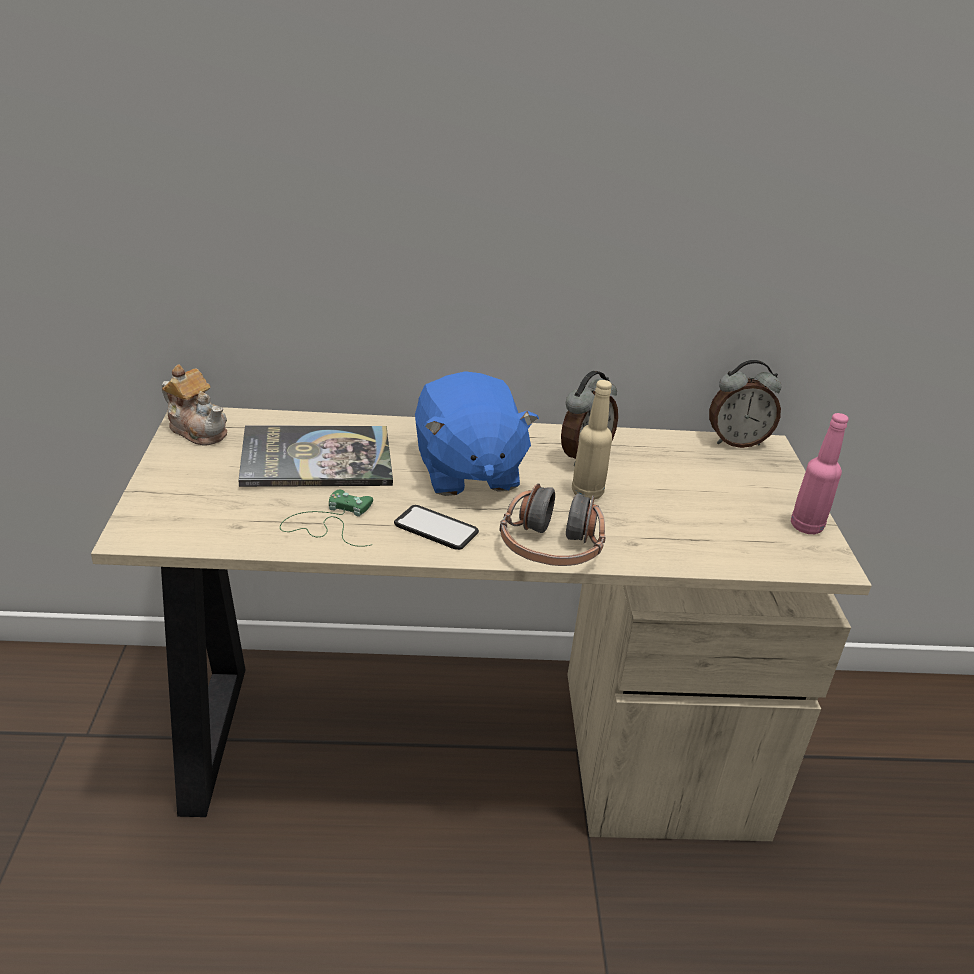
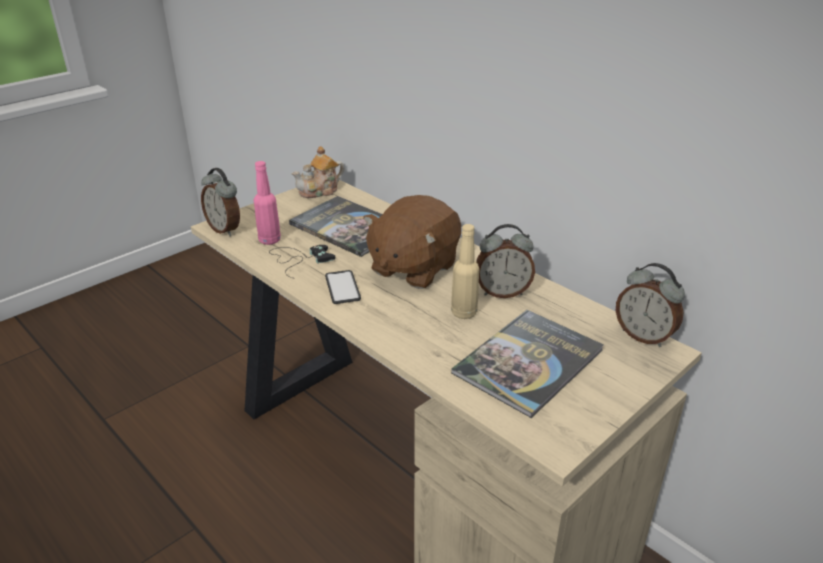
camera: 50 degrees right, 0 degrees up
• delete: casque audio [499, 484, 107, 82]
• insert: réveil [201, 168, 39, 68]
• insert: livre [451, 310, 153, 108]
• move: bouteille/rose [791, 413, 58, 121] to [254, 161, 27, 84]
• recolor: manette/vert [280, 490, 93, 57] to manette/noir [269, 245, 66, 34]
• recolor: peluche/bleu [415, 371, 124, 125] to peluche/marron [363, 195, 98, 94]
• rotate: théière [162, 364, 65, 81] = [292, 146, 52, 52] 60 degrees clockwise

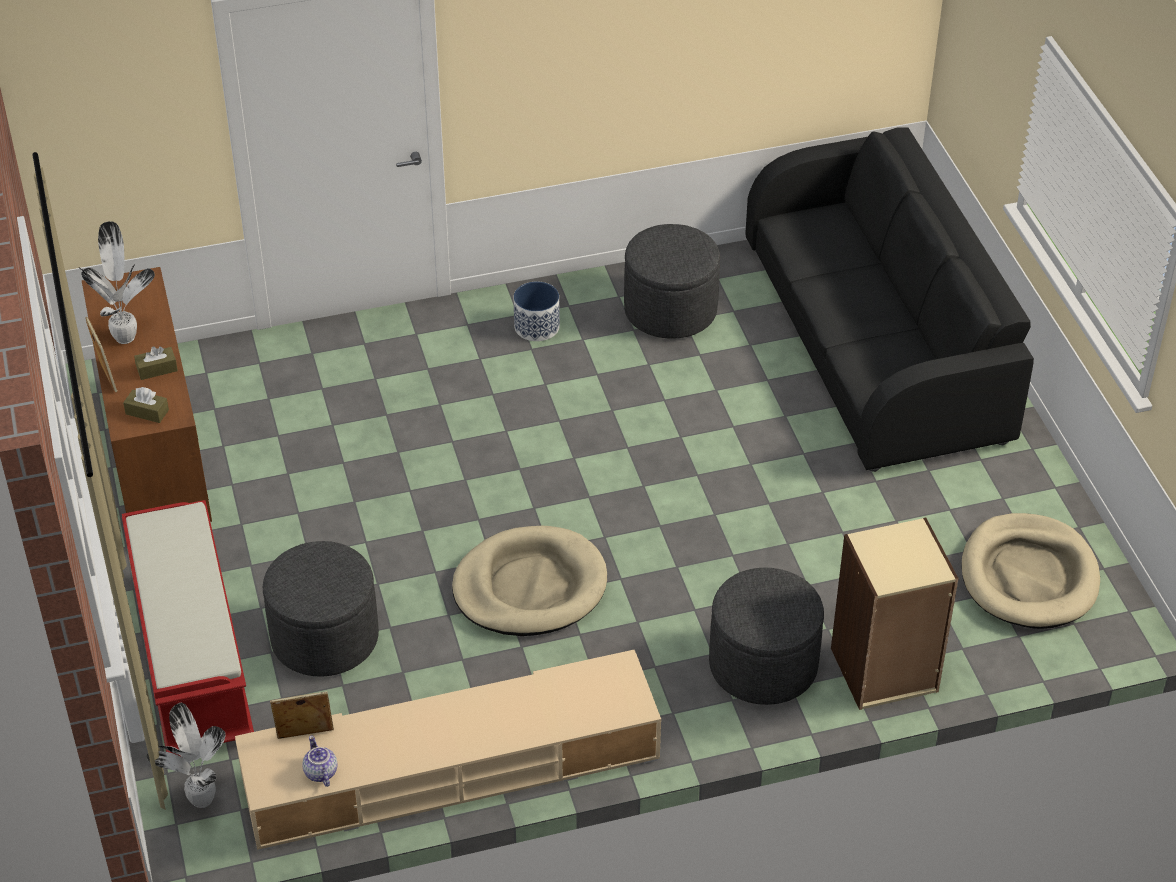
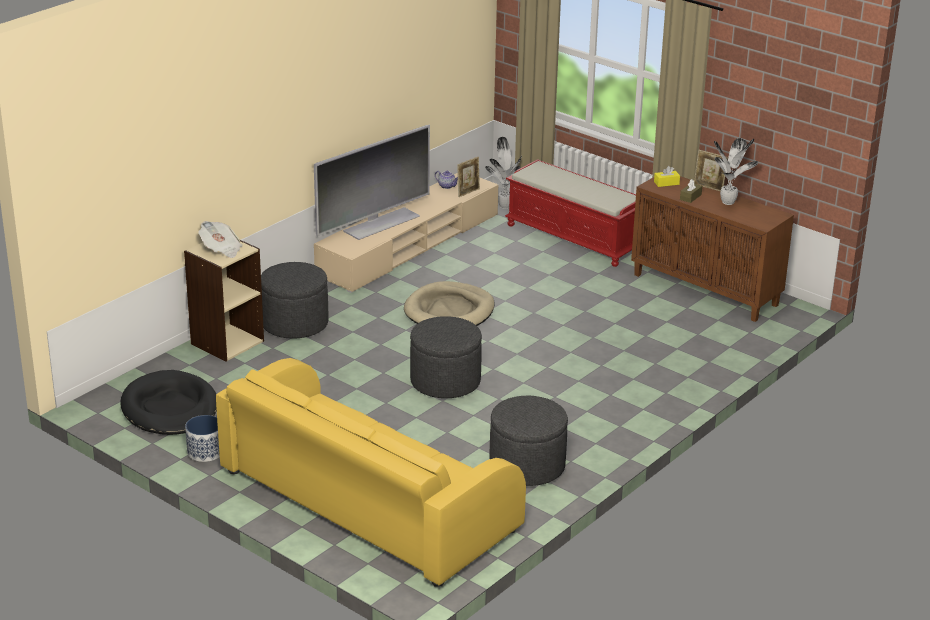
camera: 145 degrees right, 15 degrees down
• insert: journal [198, 221, 45, 37]
• insert: téléviseur [314, 125, 116, 115]
• move: pouf/gris [263, 541, 116, 135] to [410, 316, 72, 82]
• move: cache-pot [514, 282, 46, 59] to [185, 415, 35, 47]
• recolor: boîte à mouchoirs/marron [123, 387, 46, 36] to boîte à mouchoirs/jaune [654, 166, 26, 21]
• recolor: canapé/noir [745, 127, 289, 345] to canapé/jaune [216, 358, 310, 229]
• recolor: panier pour chien/beige [961, 513, 139, 116] to panier pour chien/noir [120, 370, 97, 65]

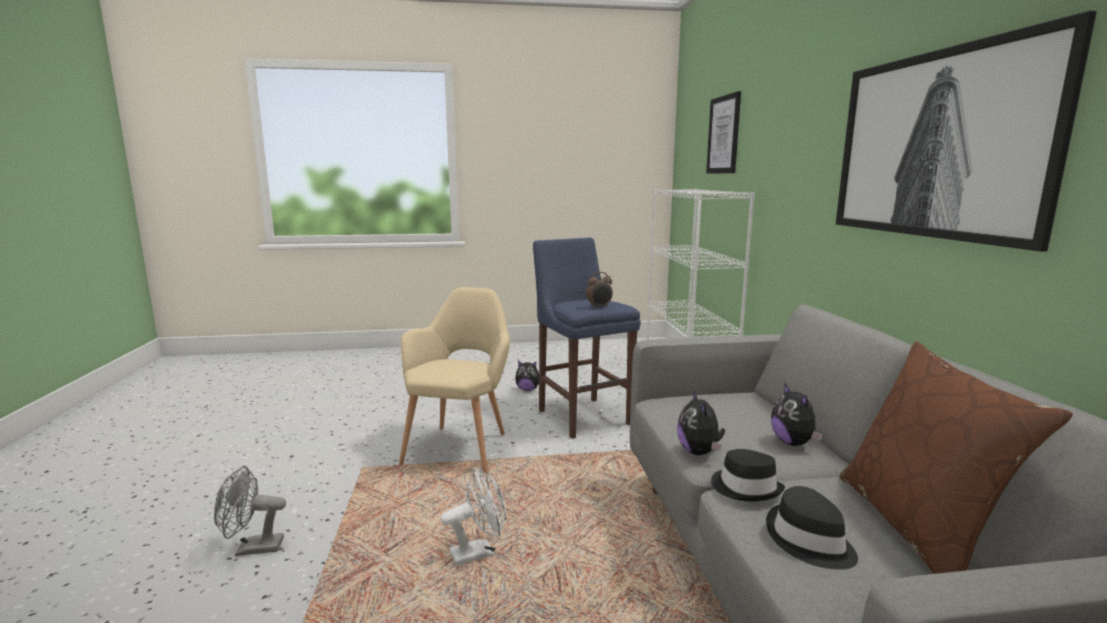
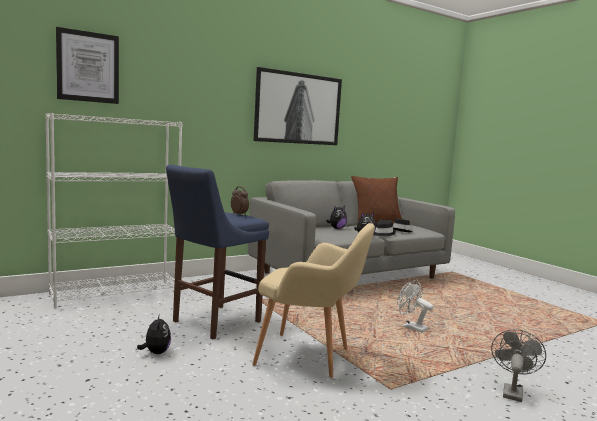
camera: 115 degrees left, 5 degrees down
• rotate: ventilateur/gris [214, 466, 72, 90] = [491, 329, 55, 73] 120 degrees counterclockwise
• rotate: fauteuil/beige [399, 287, 111, 187] = [252, 223, 123, 155] 150 degrees counterclockwise

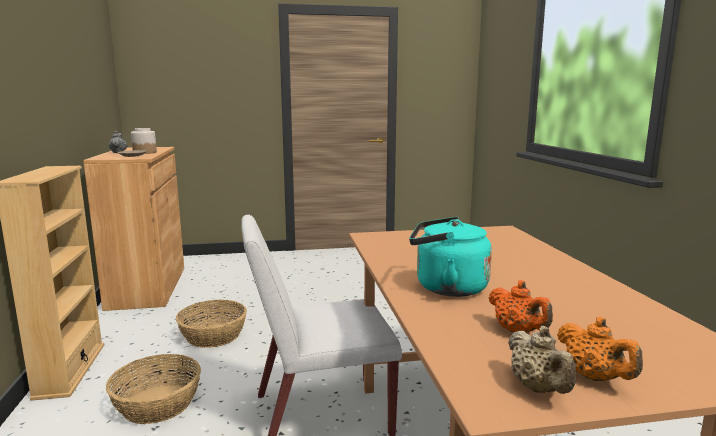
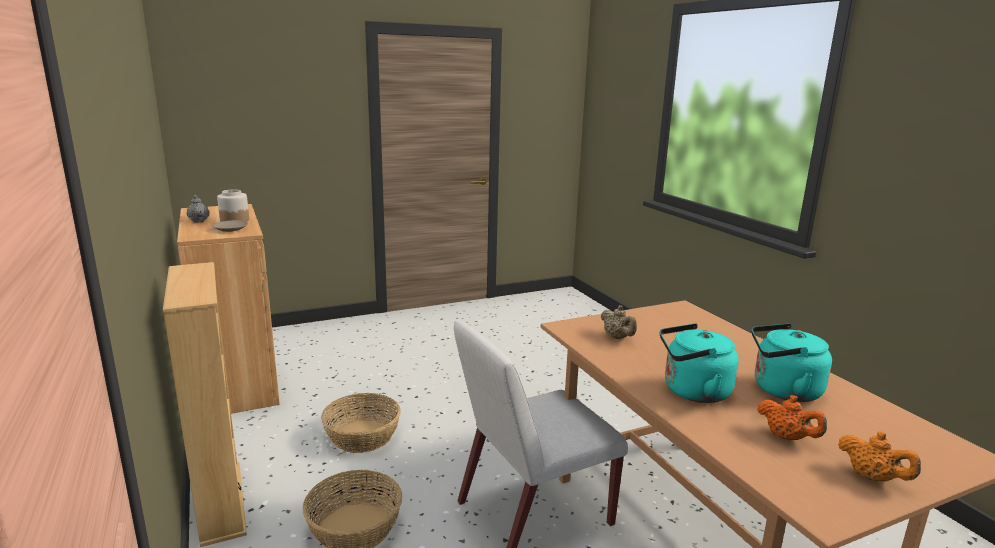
camera: 15 degrees left, 5 degrees up
• insert: bouilloire/turquoise [752, 323, 80, 79]
• move: théière/beige [508, 326, 68, 68] to [601, 305, 36, 34]

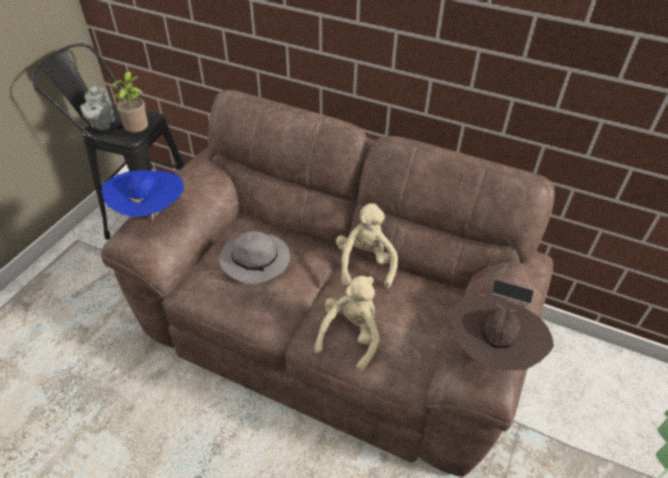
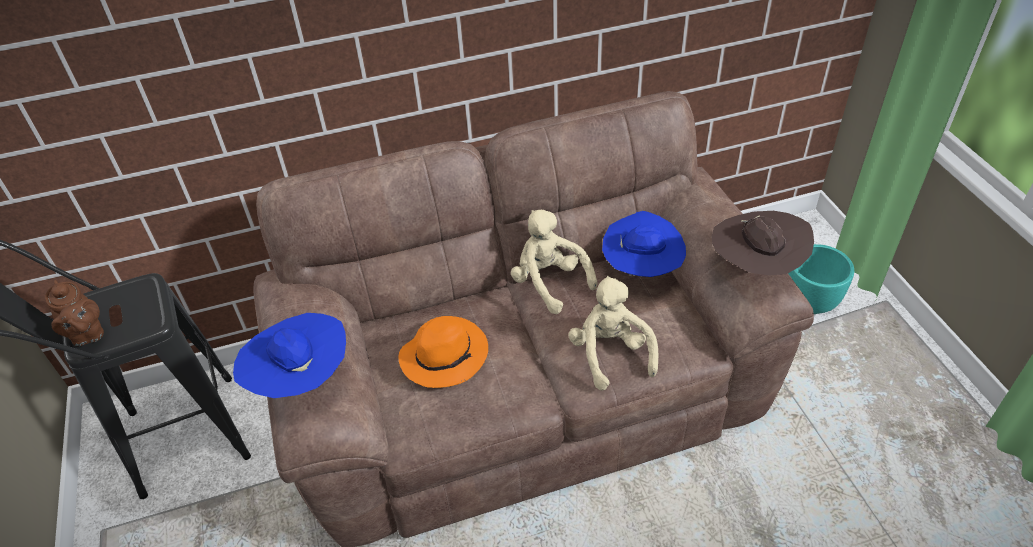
camera: 40 degrees left, 0 degrees up
• delete: plante en pot [111, 72, 37, 61]
• delete: téléphone [491, 280, 43, 25]
• insert: chapeau/bleu [602, 211, 84, 66]
• insert: cache-pot/turquoise [788, 244, 66, 70]
• recolor: théière/gris [80, 84, 35, 47] to théière/marron [45, 280, 59, 66]
• recolor: chapeau/gris [219, 231, 71, 53] to chapeau/orange [399, 316, 89, 72]

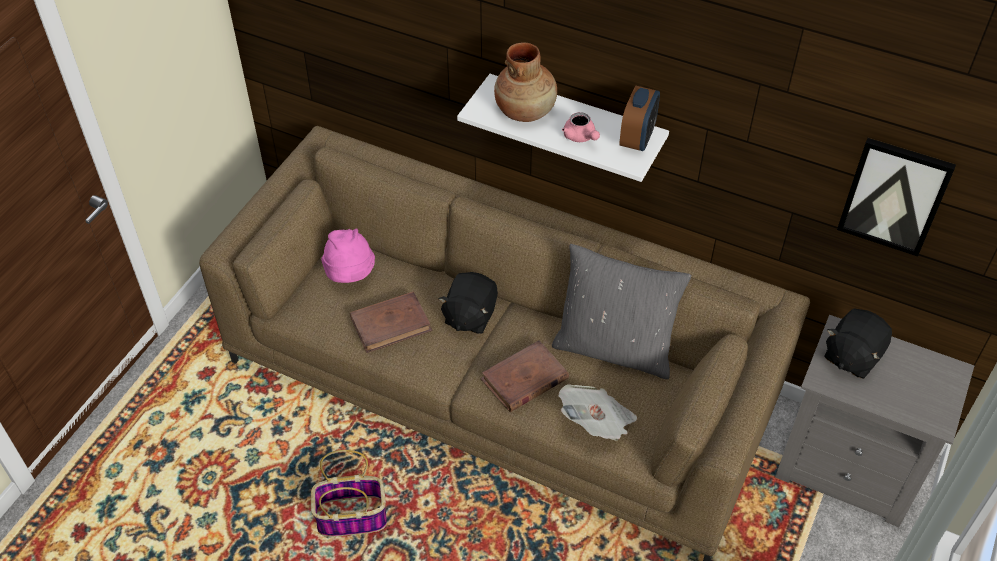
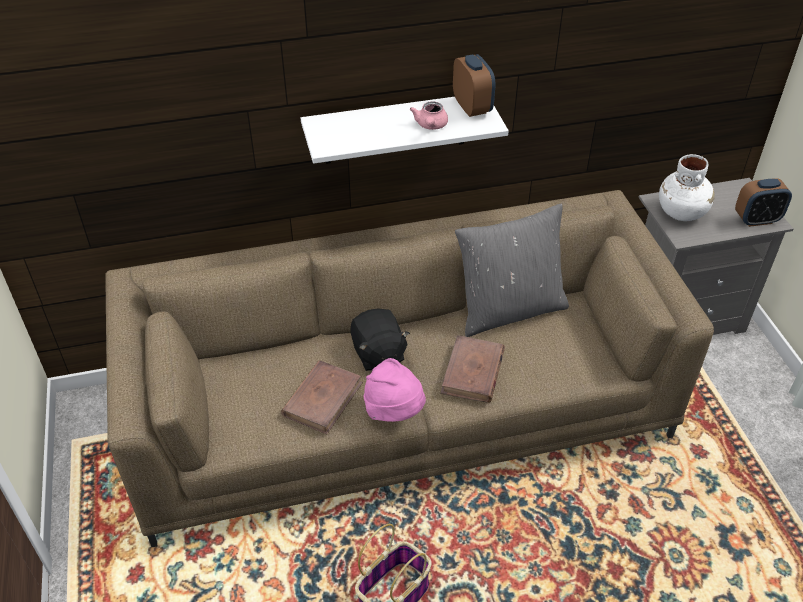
camera: 40 degrees left, 5 degrees down
• delete: vase/marron [494, 42, 63, 80]
• delete: journal [559, 384, 78, 57]
• delete: tableau [837, 138, 119, 119]
• insert: réveil [735, 178, 57, 49]
• move: chapeau/rose [321, 229, 54, 54] to [364, 358, 62, 64]
• replace: peluche/noir [824, 308, 68, 71] to vase/blanc [659, 154, 56, 67]
• rotate: théière/rose [562, 112, 38, 30] = [410, 101, 38, 29] 75 degrees clockwise

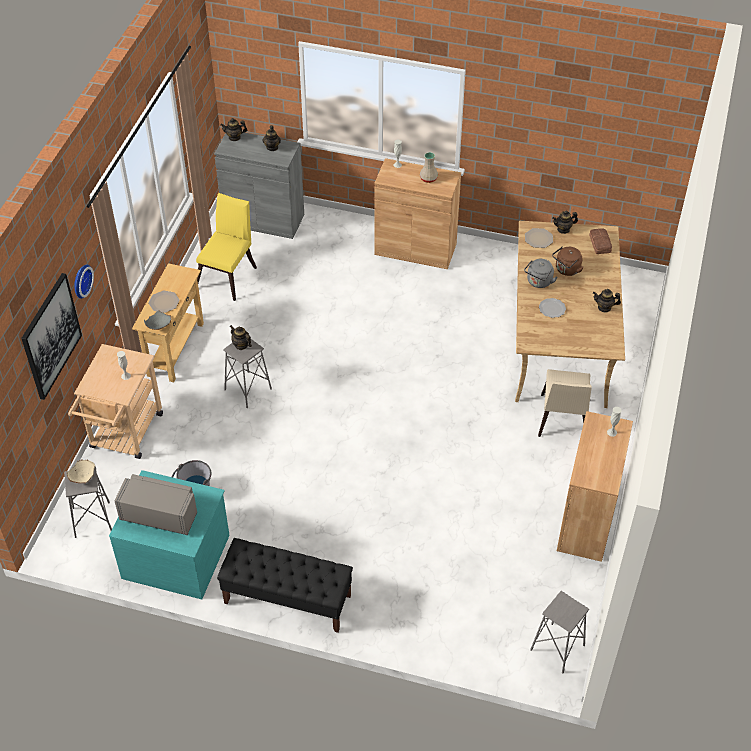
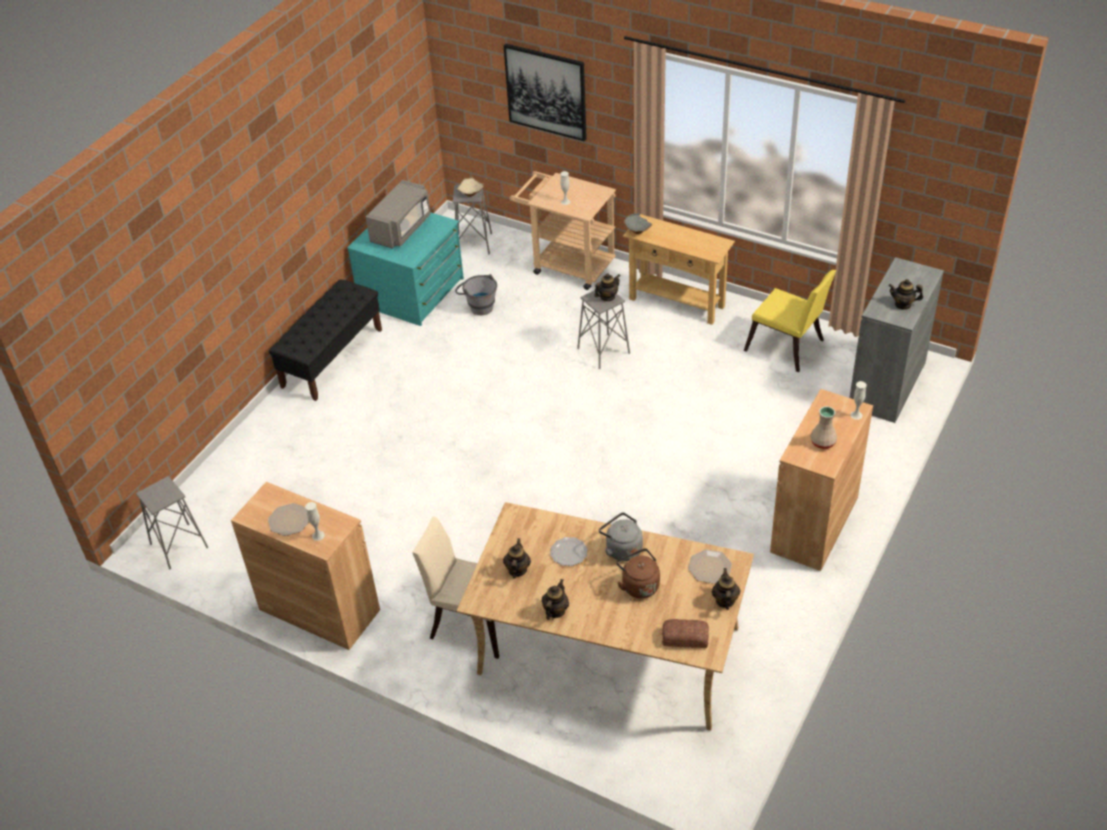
camera: 105 degrees right, 5 degrees down
• delete: horloge murale [74, 264, 20, 35]
• move: assiette [149, 291, 31, 22] to [268, 503, 41, 33]
• move: théière [220, 118, 27, 23] to [503, 538, 28, 41]

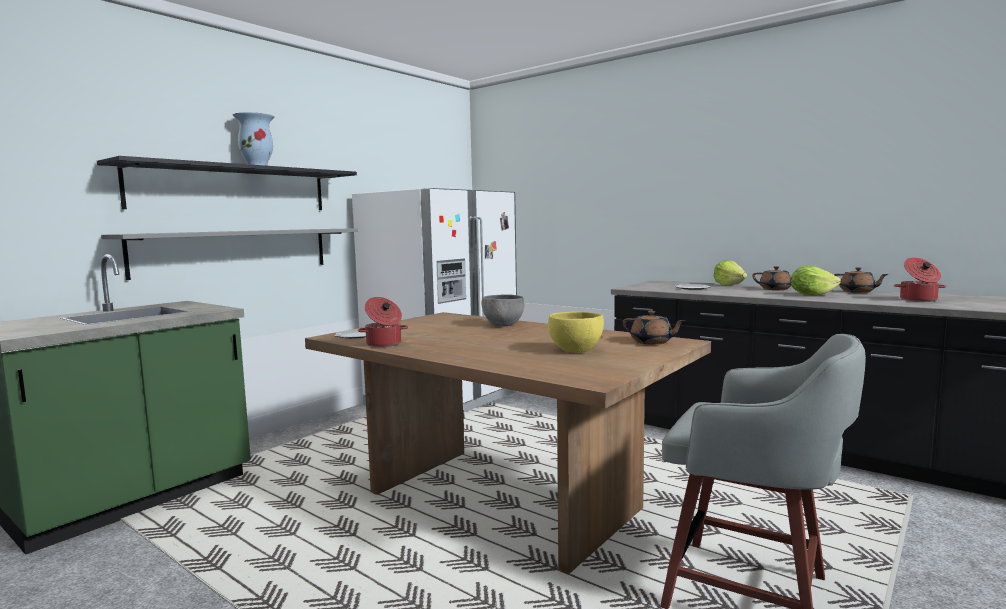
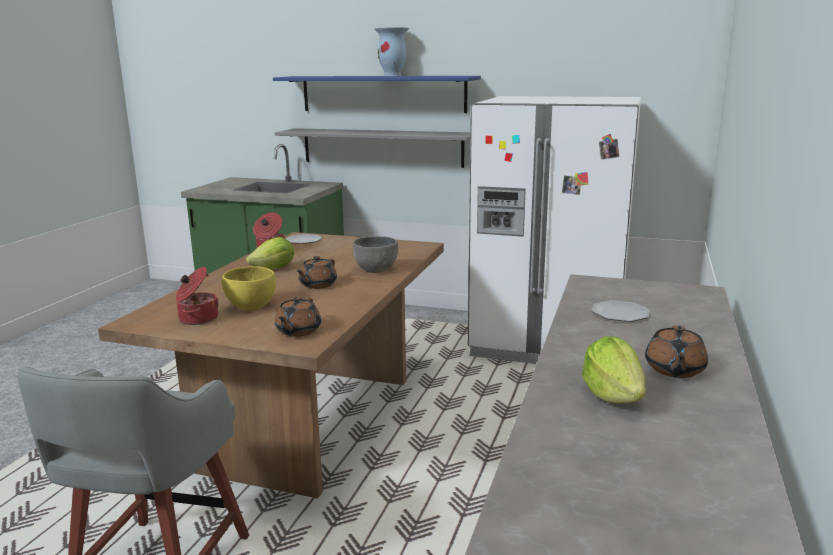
camera: 70 degrees right, 10 degrees up
• move: laitue [714, 260, 33, 26] to [246, 237, 48, 32]
• move: théière/marron [834, 267, 54, 26] to [297, 256, 40, 33]
• move: marmite [894, 257, 52, 45] to [176, 267, 43, 58]
• recolor: étagère/noir [97, 156, 260, 54] to étagère/bleu [273, 76, 208, 37]

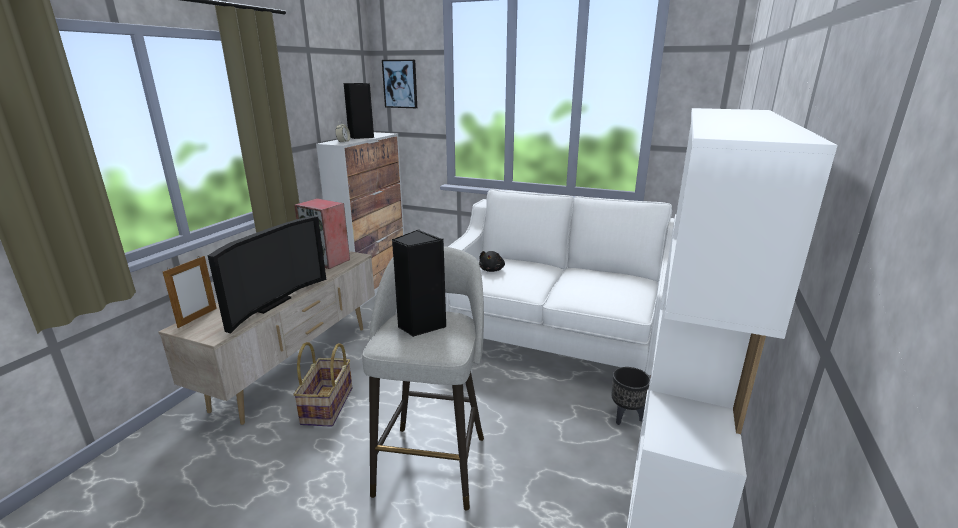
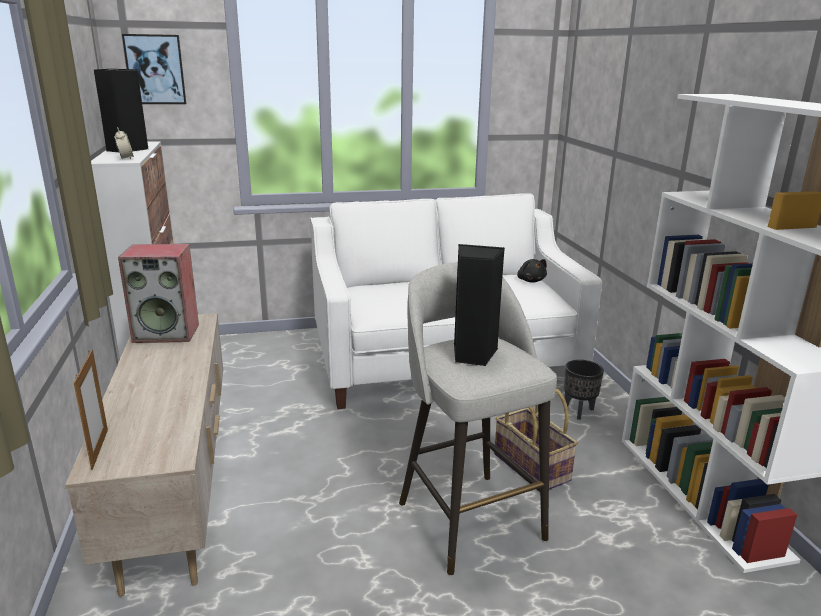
camera: 35 degrees left, 0 degrees up
• delete: téléviseur [208, 216, 118, 117]
• move: panier [293, 342, 59, 85] to [494, 388, 84, 102]
• move: peluche/noir [479, 251, 26, 21] to [517, 259, 30, 24]

